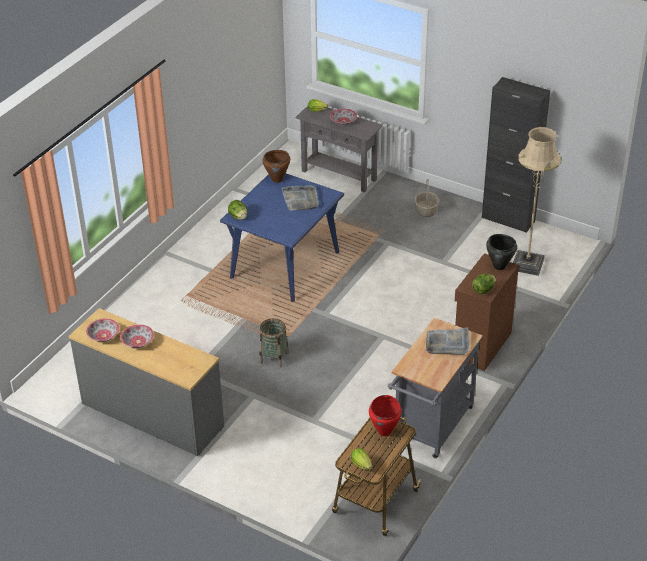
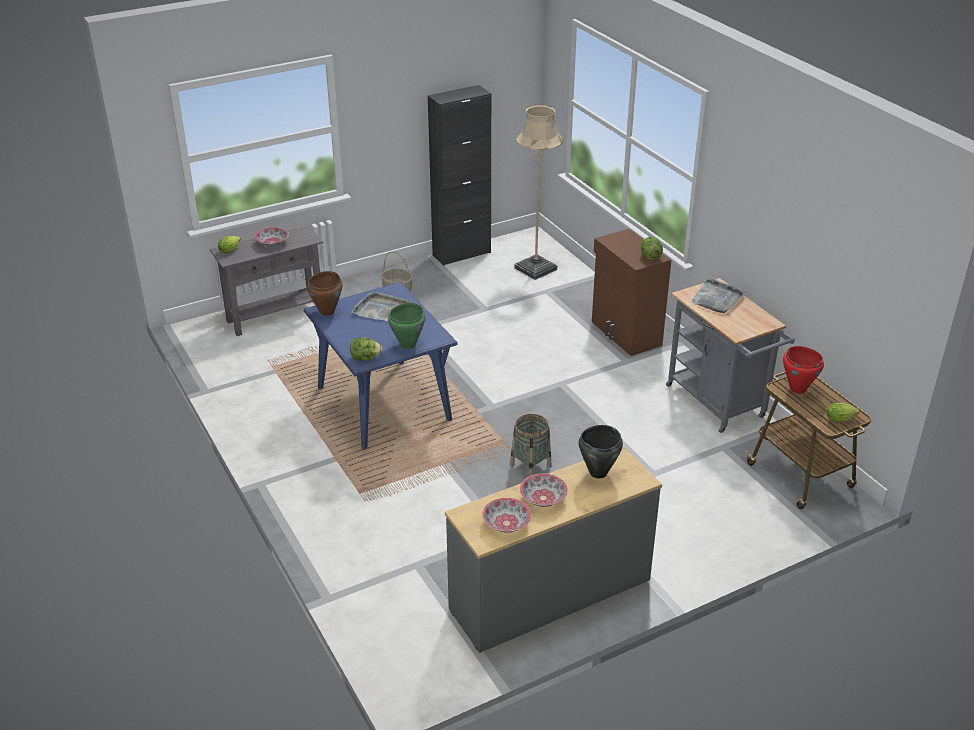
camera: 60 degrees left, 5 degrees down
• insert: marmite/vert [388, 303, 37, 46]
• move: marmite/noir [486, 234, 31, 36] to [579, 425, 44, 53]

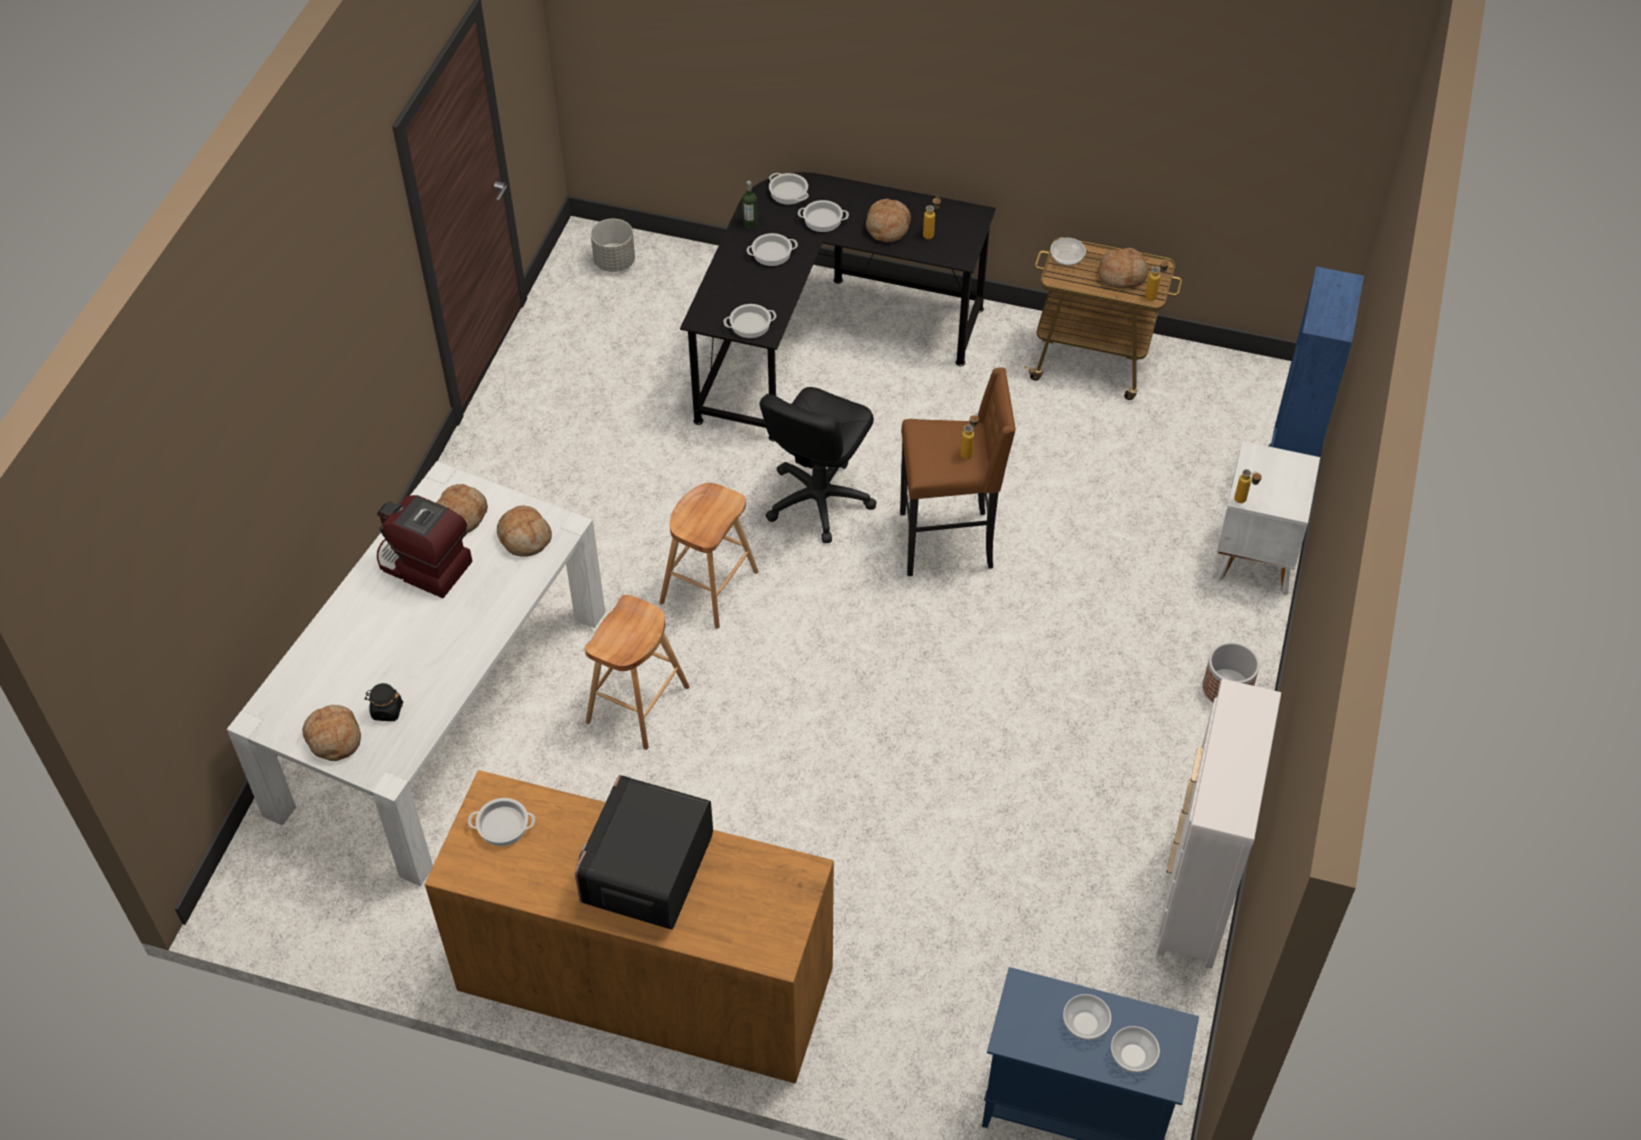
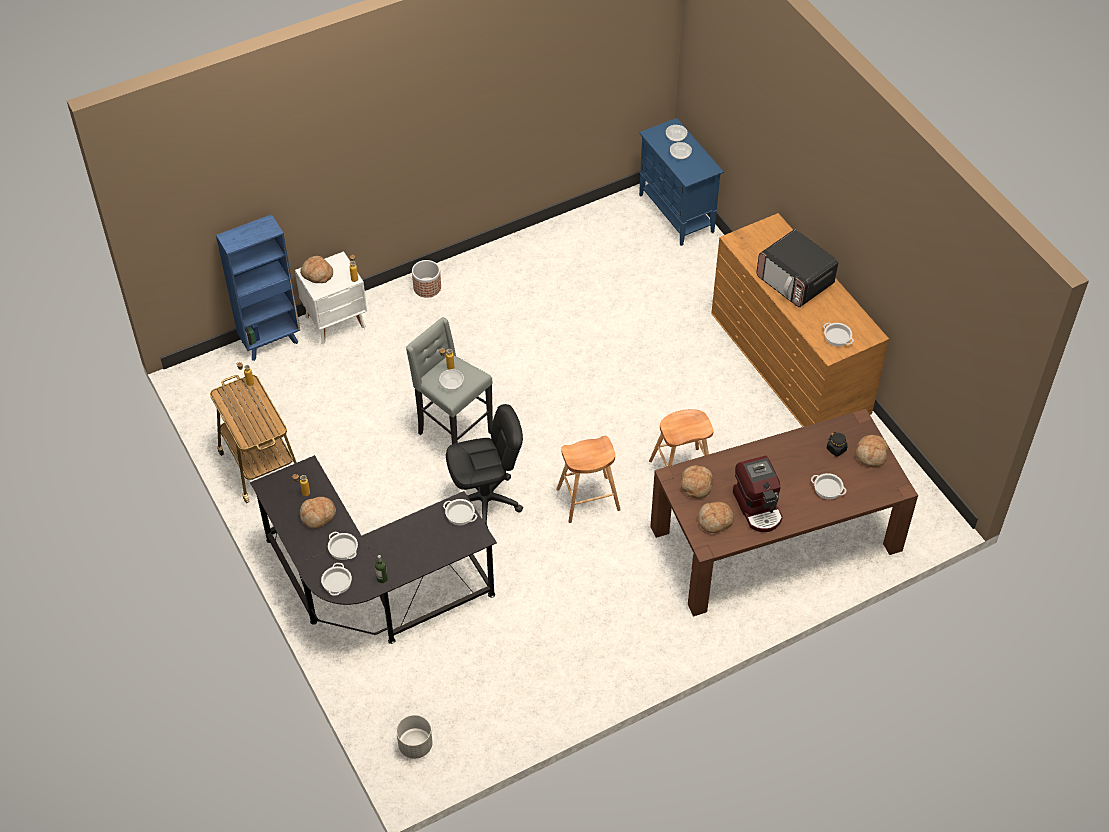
camera: 135 degrees left, 0 degrees up
• delete: commode/blanc [1156, 679, 125, 290]
• move: marmite [747, 233, 51, 33] to [811, 473, 35, 26]
• move: bol [1050, 238, 36, 28] to [439, 369, 25, 21]
• move: pain [1097, 248, 51, 40] to [300, 256, 33, 27]
• recolor: table à manger/blanc [227, 461, 378, 425] to table à manger/marron [650, 409, 268, 207]
• recolor: tabouret/marron [900, 367, 116, 209] to tabouret/gris [406, 317, 87, 127]
• rotate: micro-ondes [575, 775, 138, 155] = [757, 229, 81, 78] 75 degrees clockwise

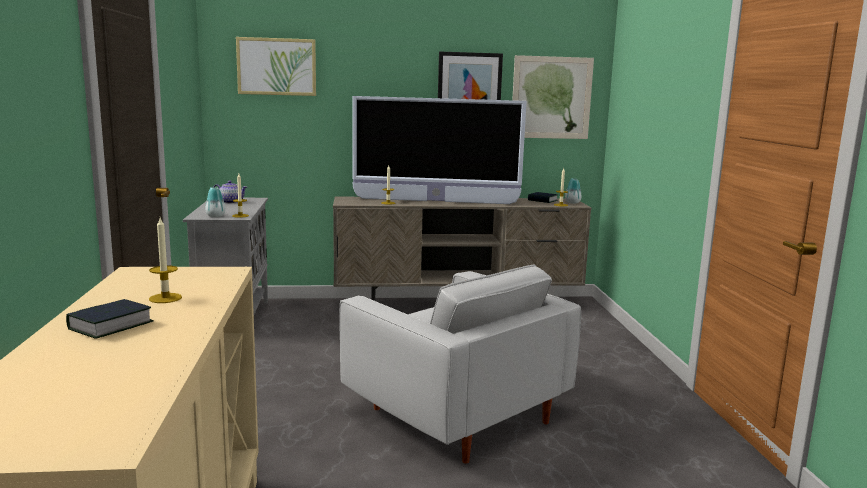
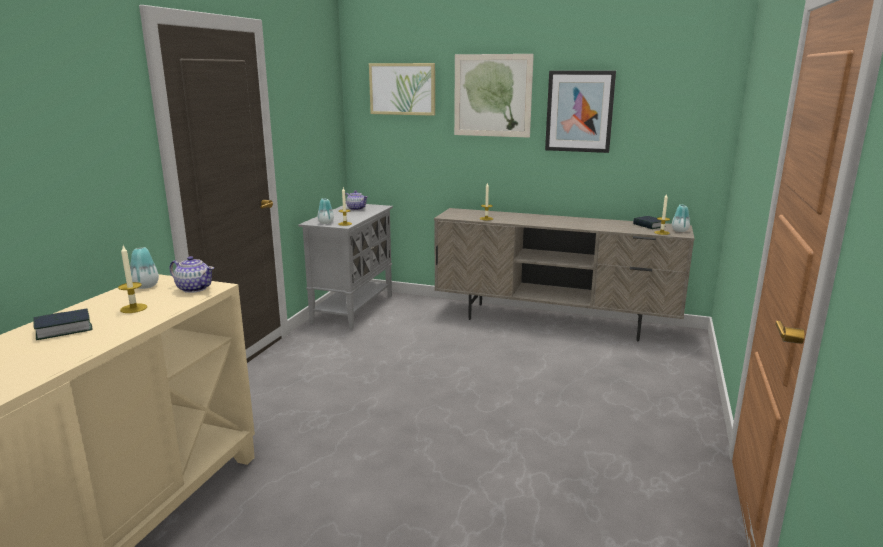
camera: 25 degrees right, 5 degrees up
• delete: fauteuil/blanc [339, 265, 242, 199]
• delete: téléviseur [352, 96, 175, 108]
• insert: vase [130, 247, 29, 42]
• insert: théière [170, 256, 44, 37]
• move: tableau [512, 55, 82, 84] to [454, 54, 80, 84]

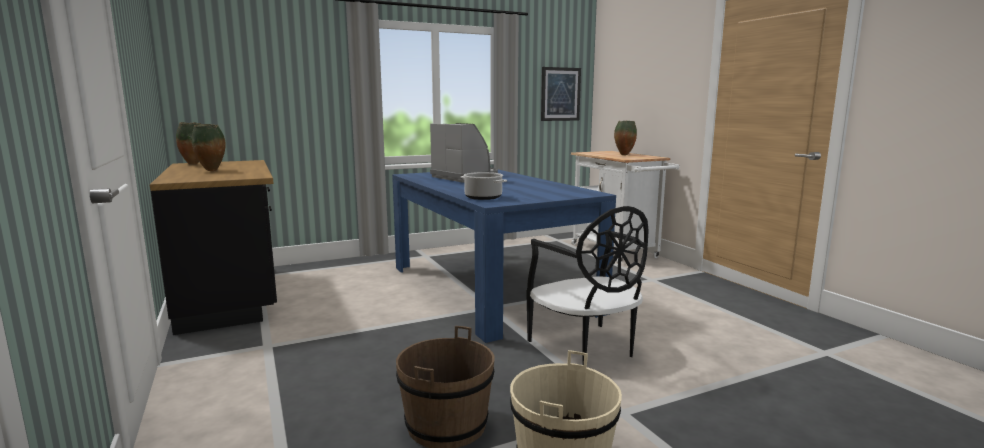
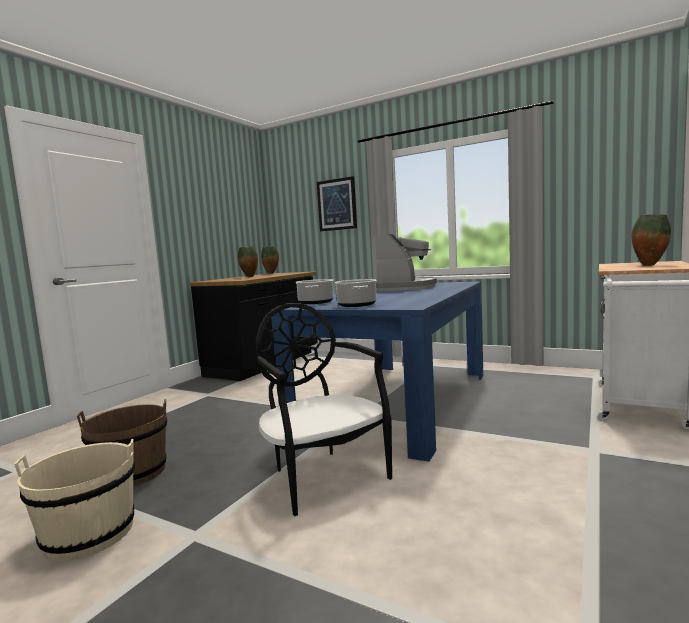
camera: 55 degrees right, 5 degrees down
• insert: marmite [335, 279, 42, 28]
• move: tableau [541, 67, 40, 54] to [317, 176, 40, 55]
• rotate: chaise/noir [526, 206, 123, 159] = [256, 303, 136, 213] 120 degrees clockwise

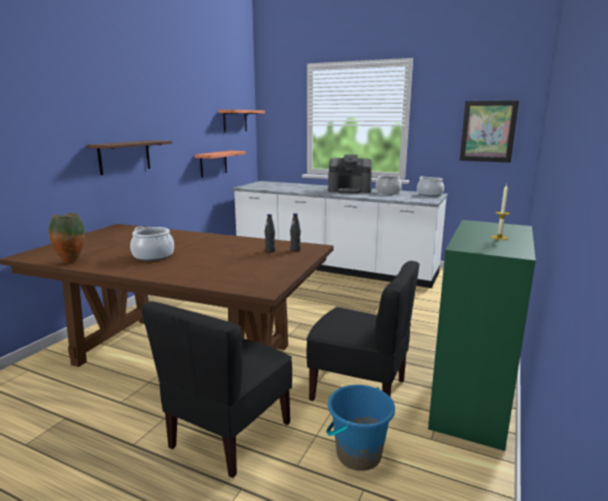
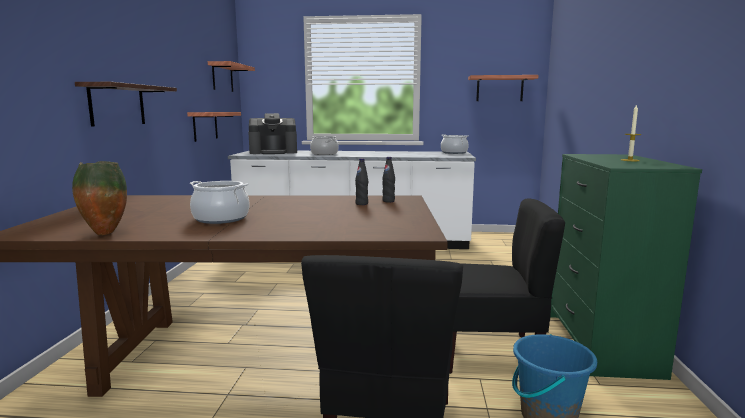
camera: 20 degrees left, 5 degrees down
• move: machine à café [328, 154, 44, 40] to [248, 113, 49, 41]
• move: marmite [376, 176, 26, 18] to [310, 136, 29, 19]
• replace: tableau [460, 100, 59, 63] to étagère [468, 75, 71, 26]

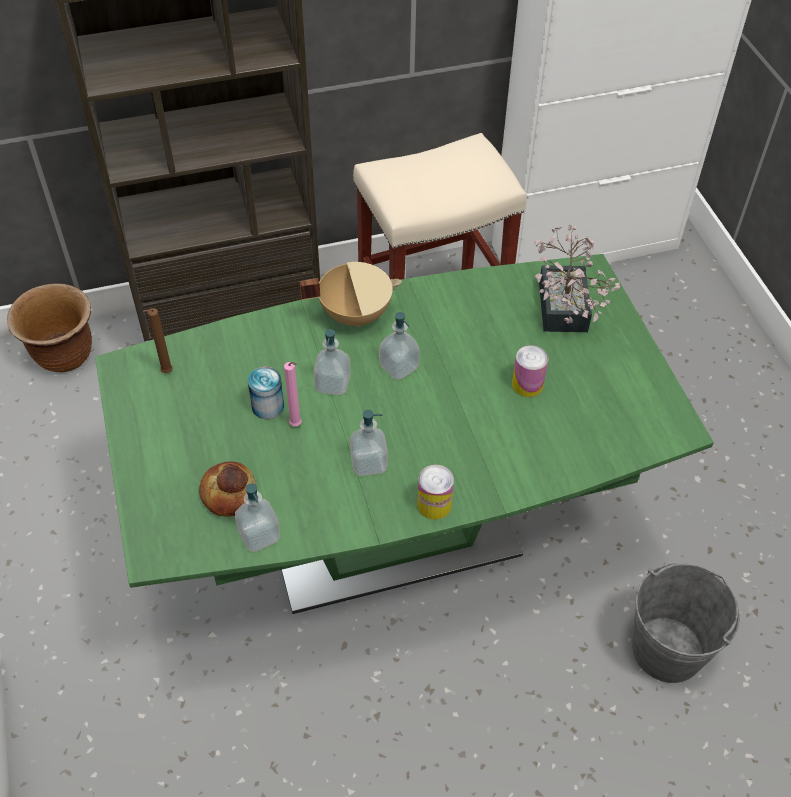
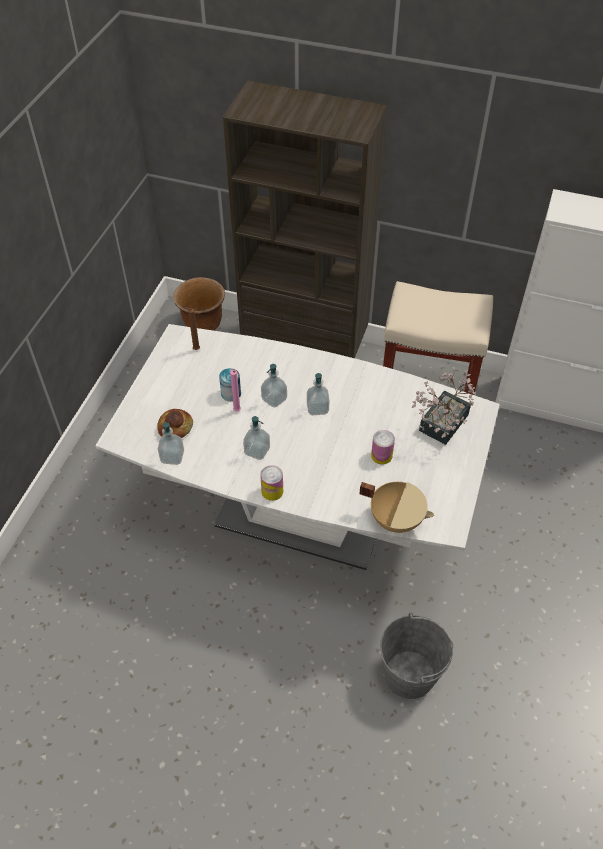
camera: 35 degrees right, 0 degrees up
• move: marmite/beige [300, 262, 102, 66] to [359, 482, 75, 51]
• recolor: table à manger/vert [95, 254, 619, 360] to table à manger/blanc [95, 324, 405, 246]

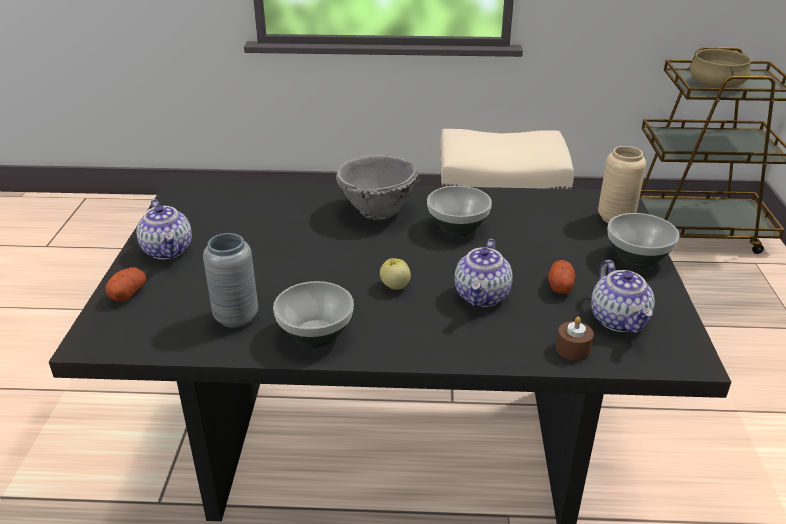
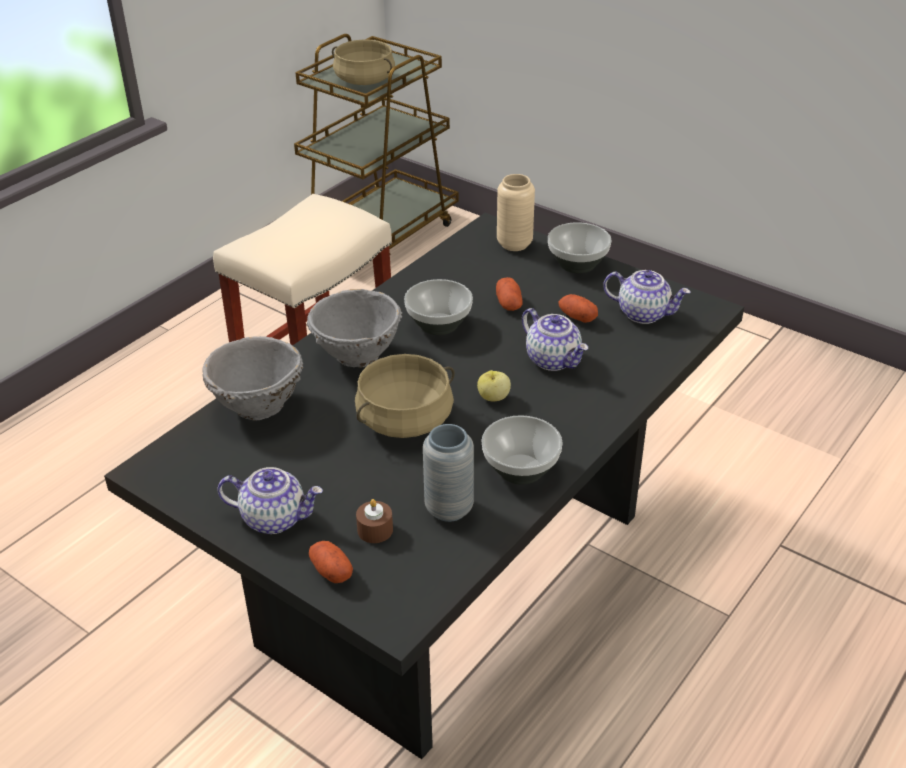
camera: 55 degrees left, 5 degrees up
• insert: bol/gris [202, 336, 101, 84]
• insert: marmite/beige [355, 354, 100, 84]
• insert: pomme de terre [496, 277, 27, 34]
• move: bougie/marron [556, 317, 38, 44] to [356, 499, 37, 44]

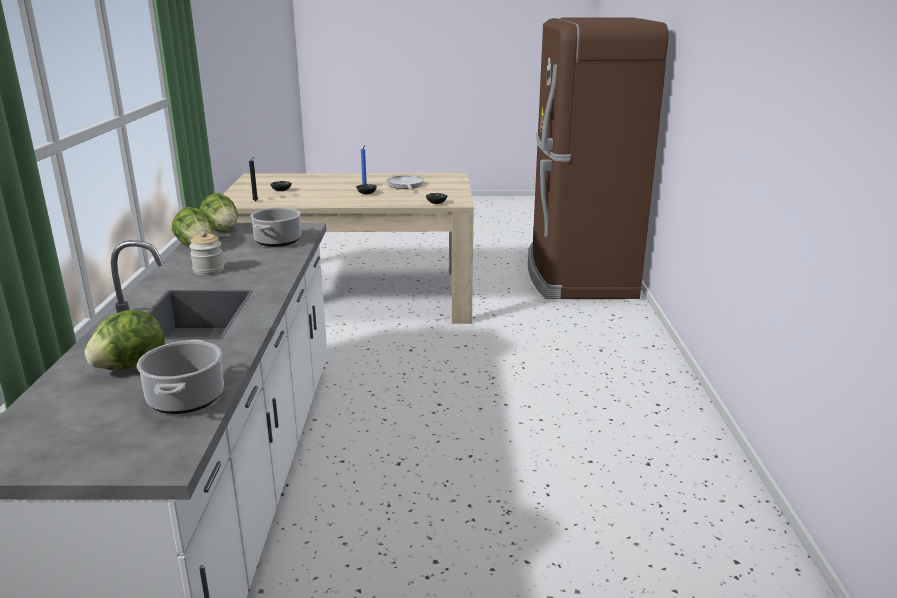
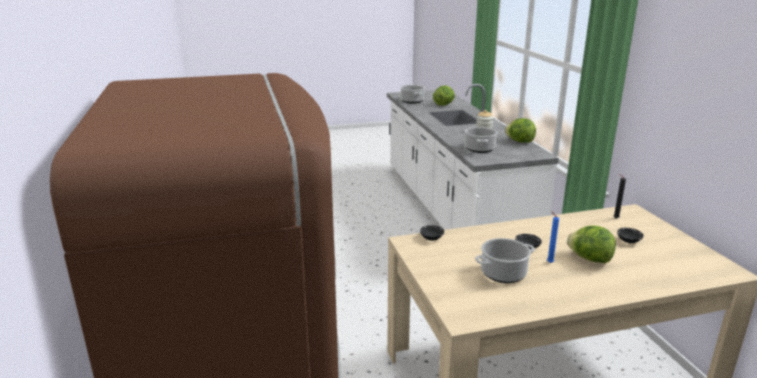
camera: 165 degrees right, 0 degrees up
• move: laitue [199, 193, 39, 39] to [567, 225, 49, 38]
• replace: poêle [387, 176, 37, 13] to marmite [475, 238, 60, 45]

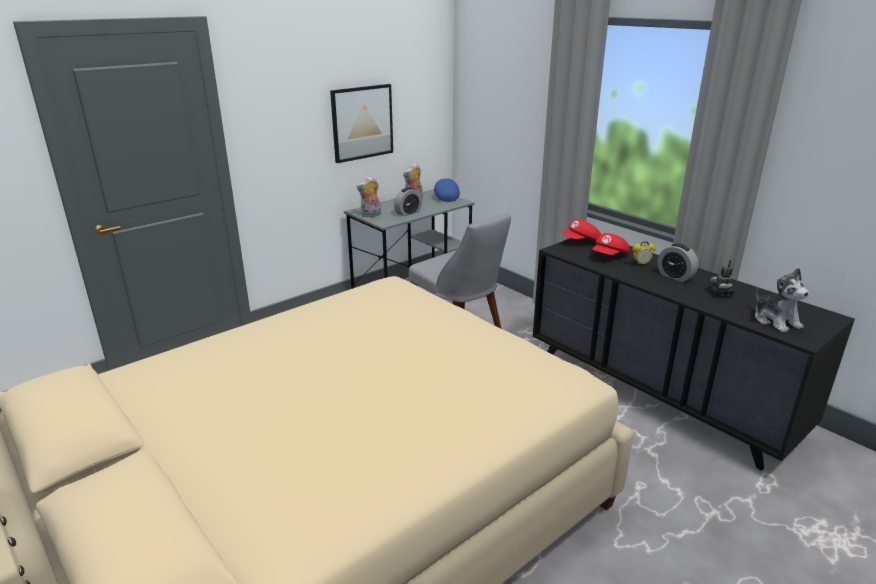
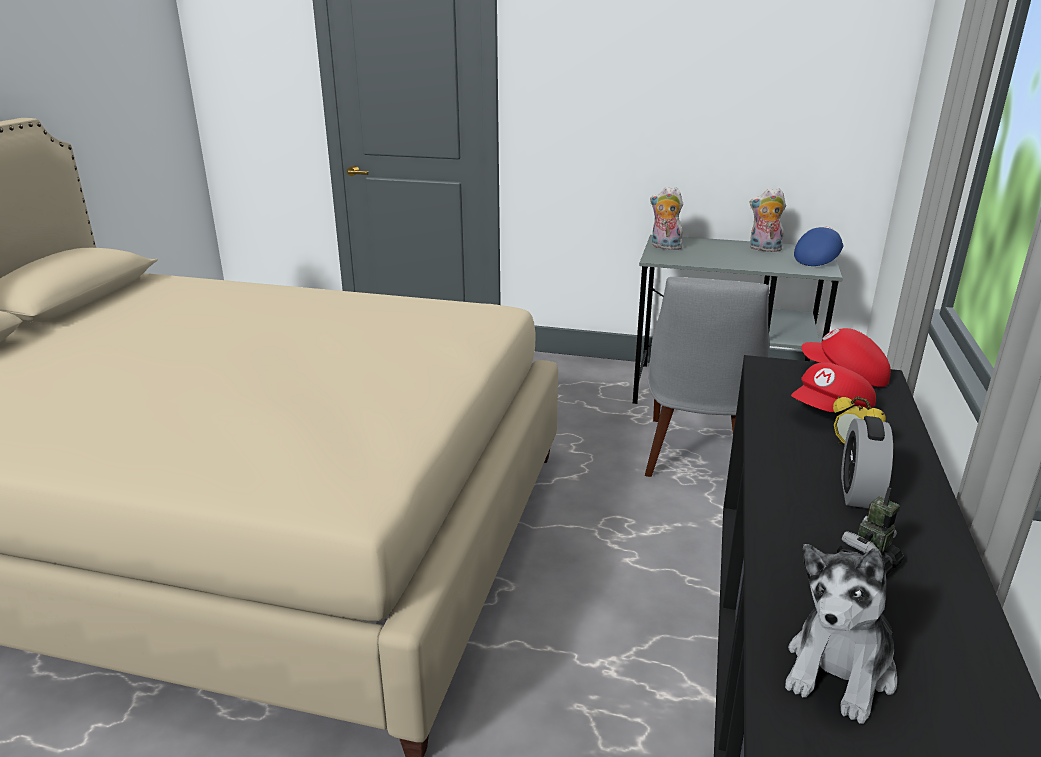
camera: 55 degrees right, 0 degrees up
• delete: tableau [330, 84, 63, 79]
• delete: réveil [394, 187, 28, 29]
• rotate: casquette/rouge [592, 233, 38, 22] = [791, 362, 85, 50] 45 degrees counterclockwise

